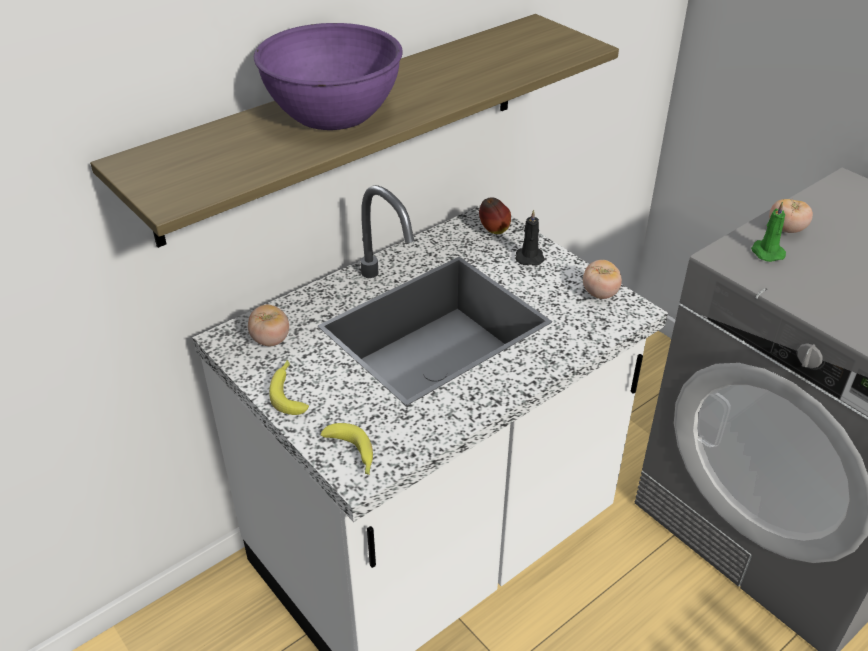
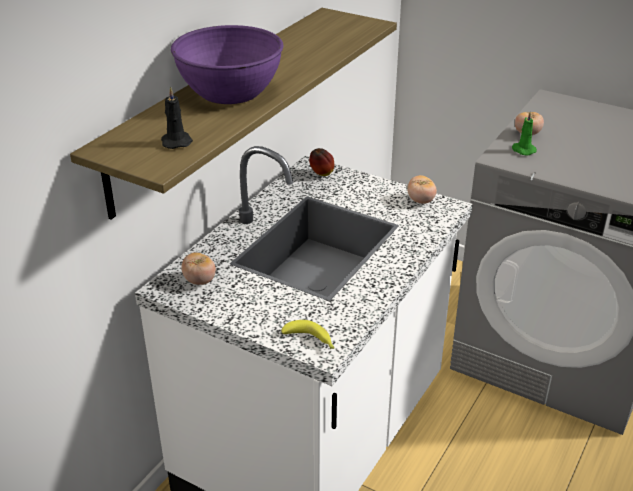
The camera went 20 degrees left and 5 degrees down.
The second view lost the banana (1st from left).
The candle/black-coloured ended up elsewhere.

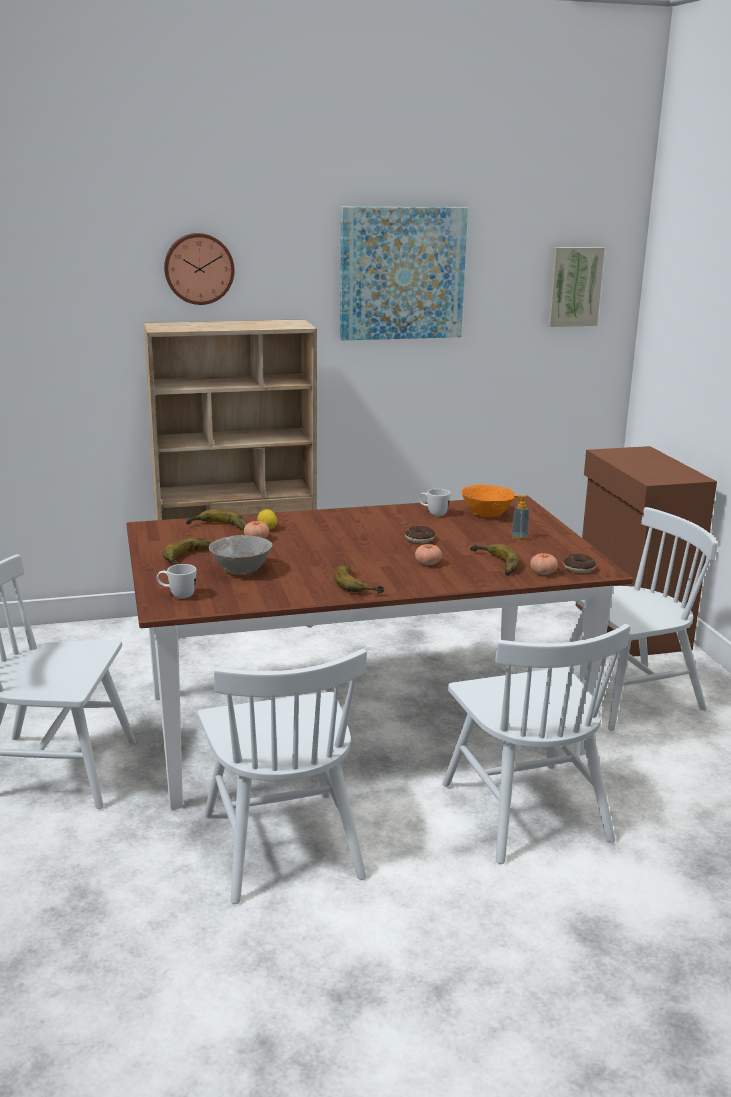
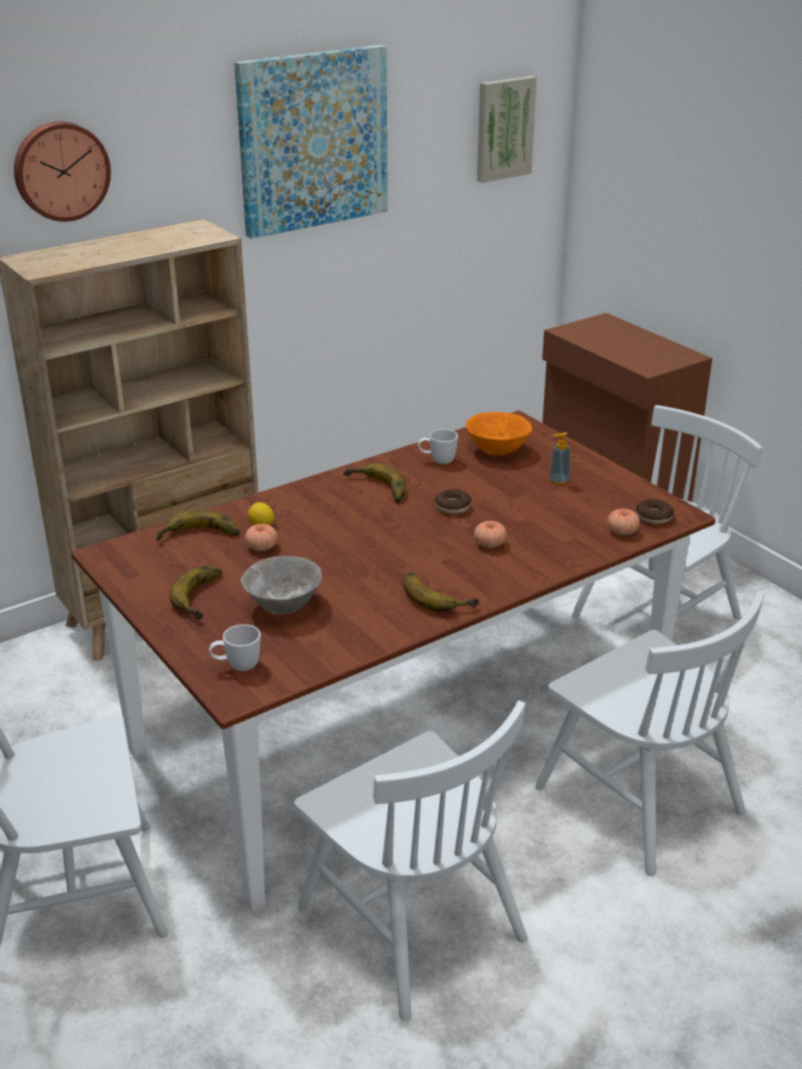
The camera went 20 degrees left and 10 degrees up.
The banana (4th from left in the first image) ended up elsewhere.

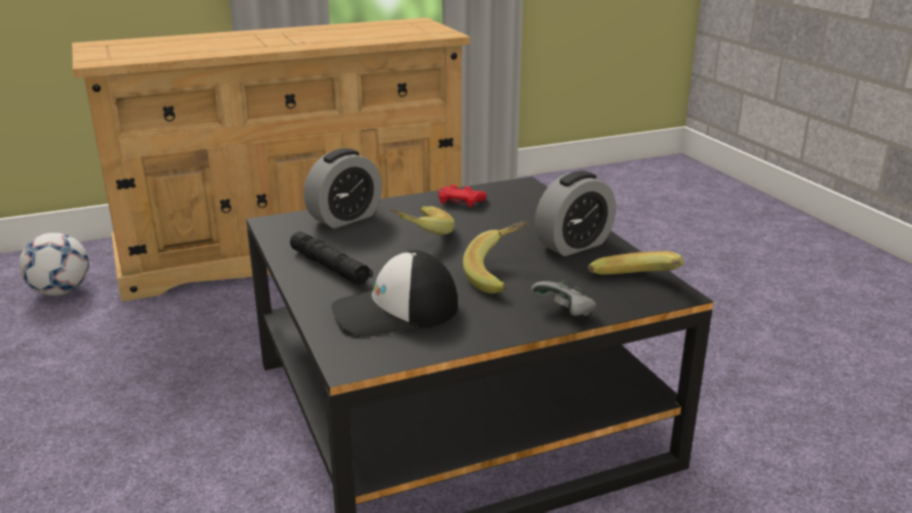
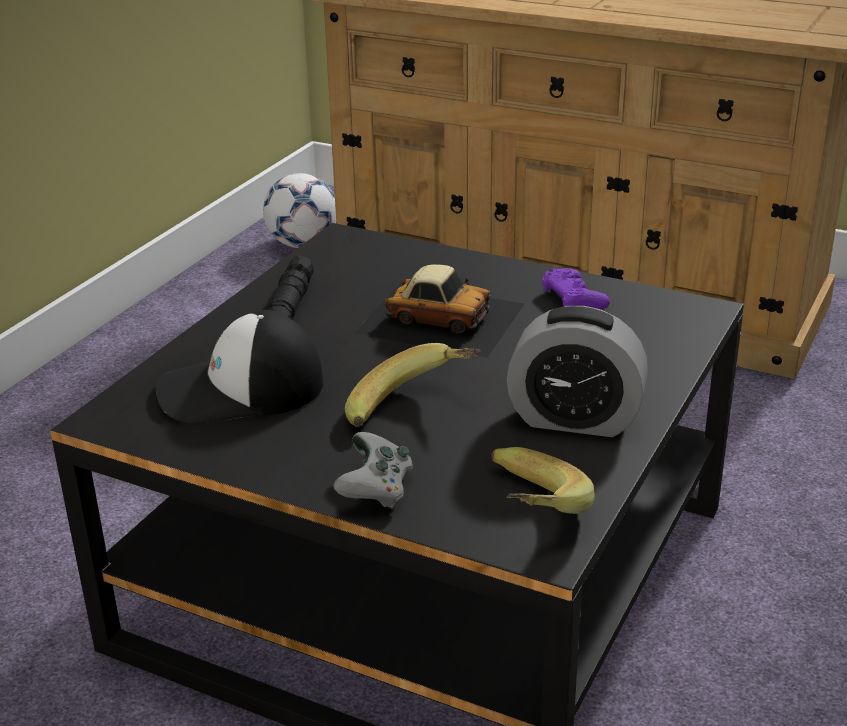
The camera went 50 degrees right and 5 degrees up.
The second view lost the table clock (1st from left).
The peaked cap ended up facing another way, 45 degrees counterclockwise from before.
Where the banana (1st from left) stood, the toy car came to stand.
What was the gamepad/reddish turned into the gamepad/purple.

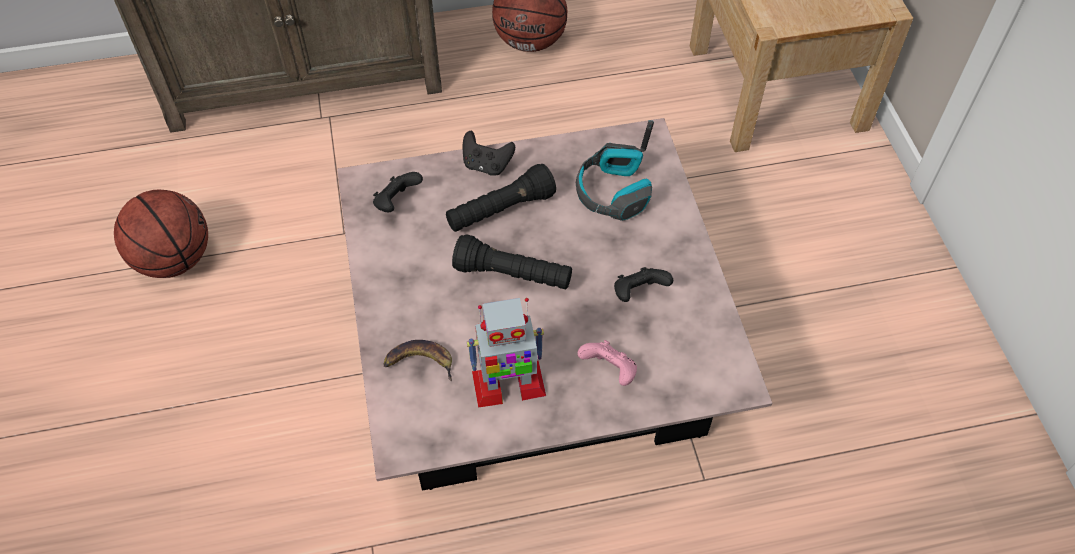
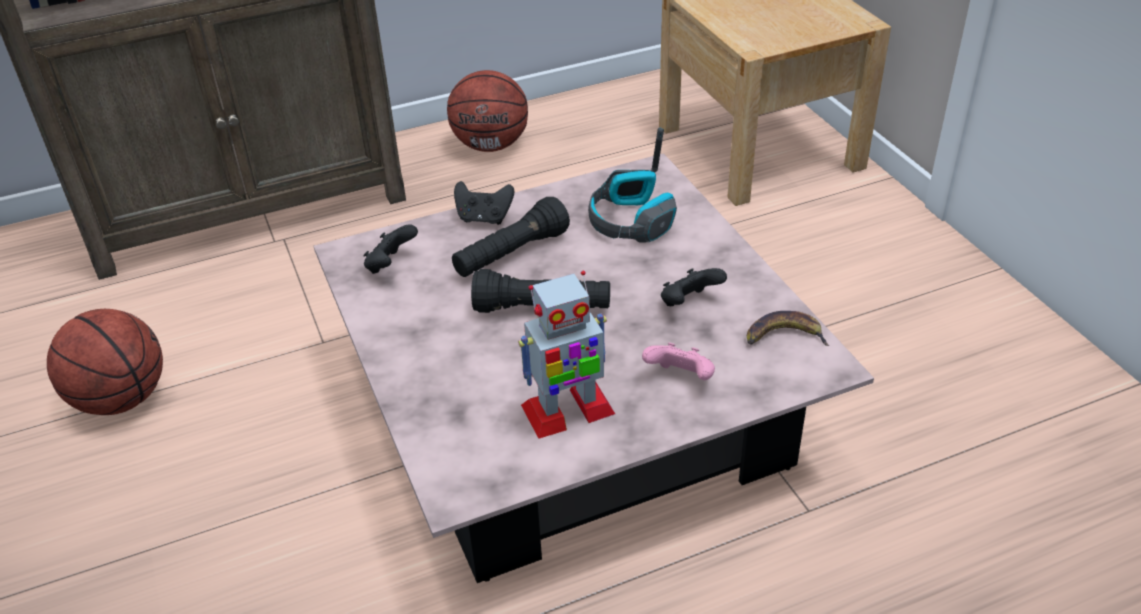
The camera went 10 degrees left and 15 degrees down.
The banana ended up elsewhere.

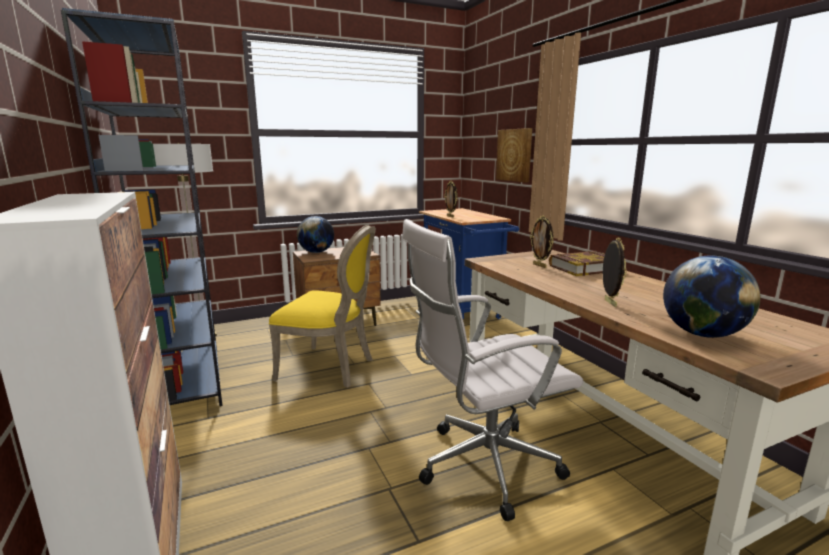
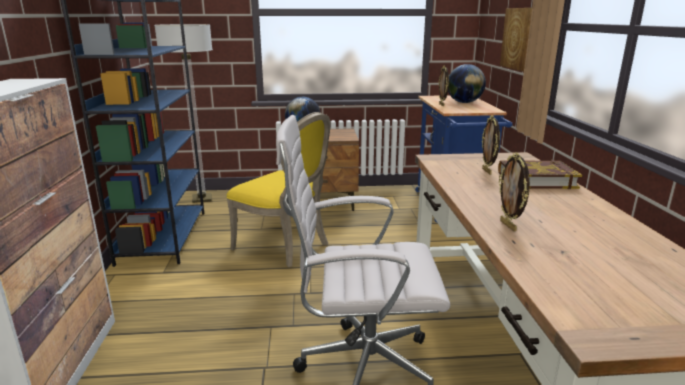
The camera went 20 degrees right and 5 degrees up.
The picture frame (3rd from left) ended up facing another way, 150 degrees clockwise from before.
The world globe (2nd from left) ended up elsewhere.

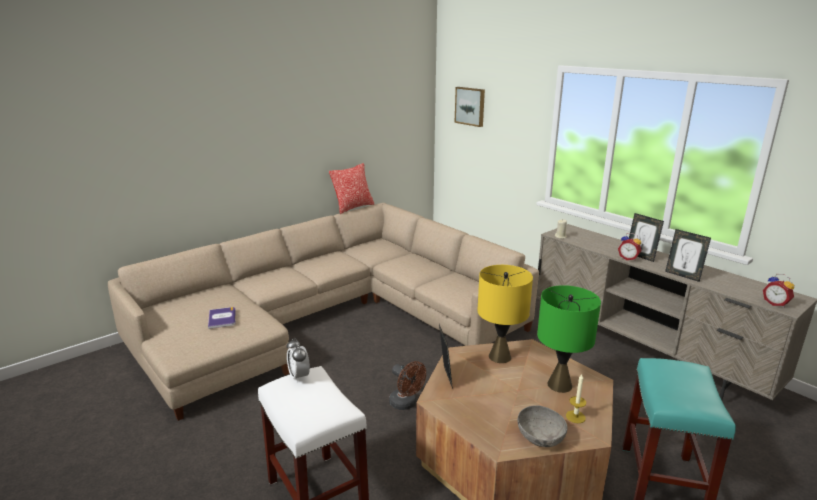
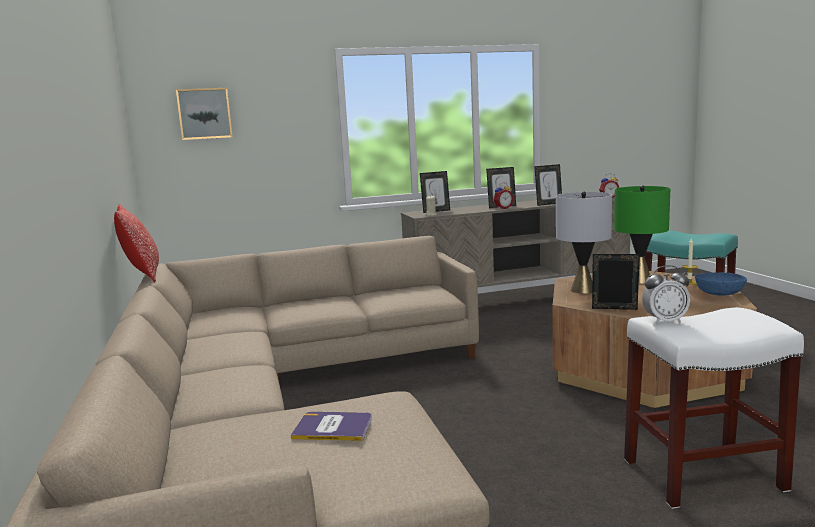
The camera went 65 degrees left and 10 degrees down.
The second view lost the cooling fan/brownish.
What was the tabletop lamp/yellowish turned into the tabletop lamp/greyish.
What was the serving bowl/greyish turned into the serving bowl/blue.
The second view gained the picture frame (1st from left).

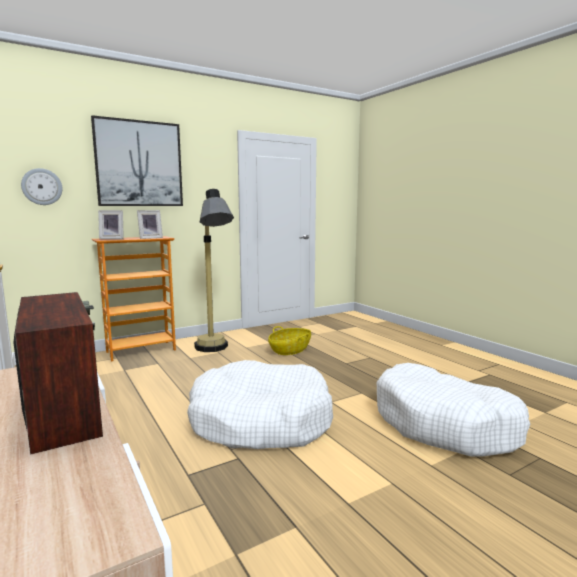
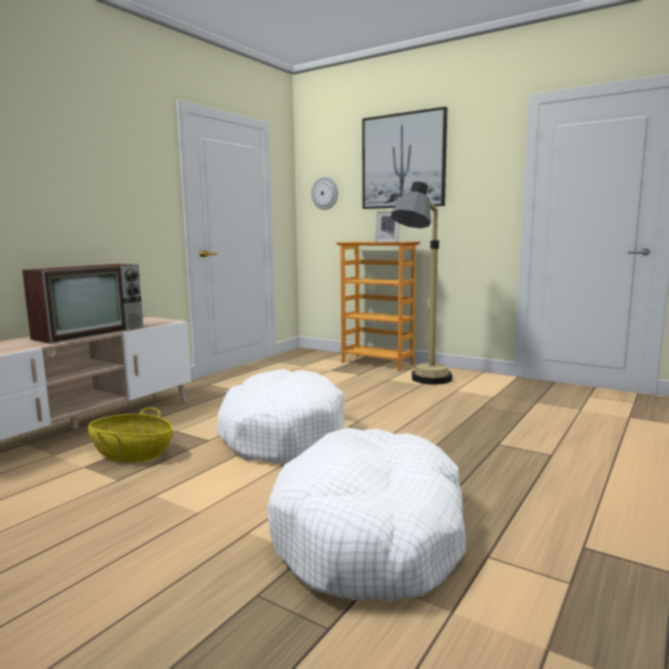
The camera went 65 degrees right and 0 degrees up.
The second view lost the picture frame (1st from left).
The basket ended up elsewhere.

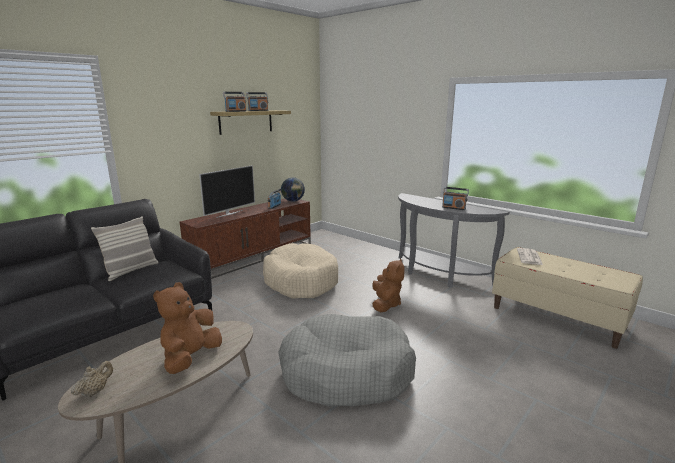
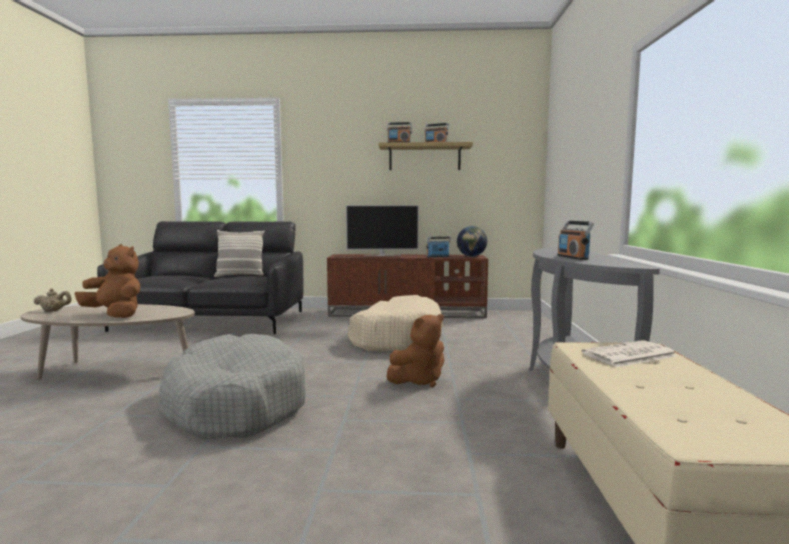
The camera went 50 degrees right and 10 degrees down.
The plush toy/brownish (1st from left) ended up facing another way, 45 degrees clockwise from before.

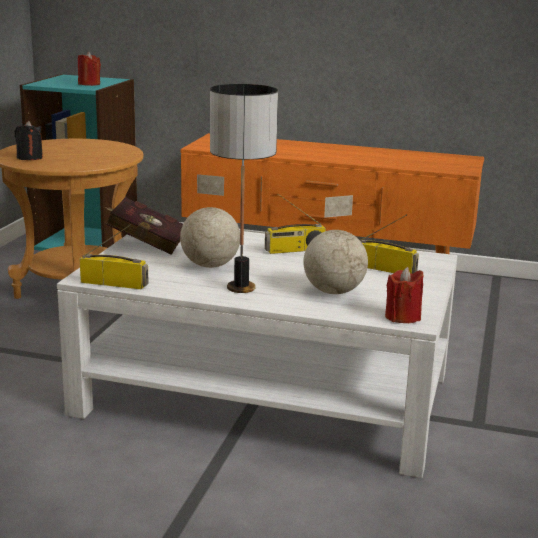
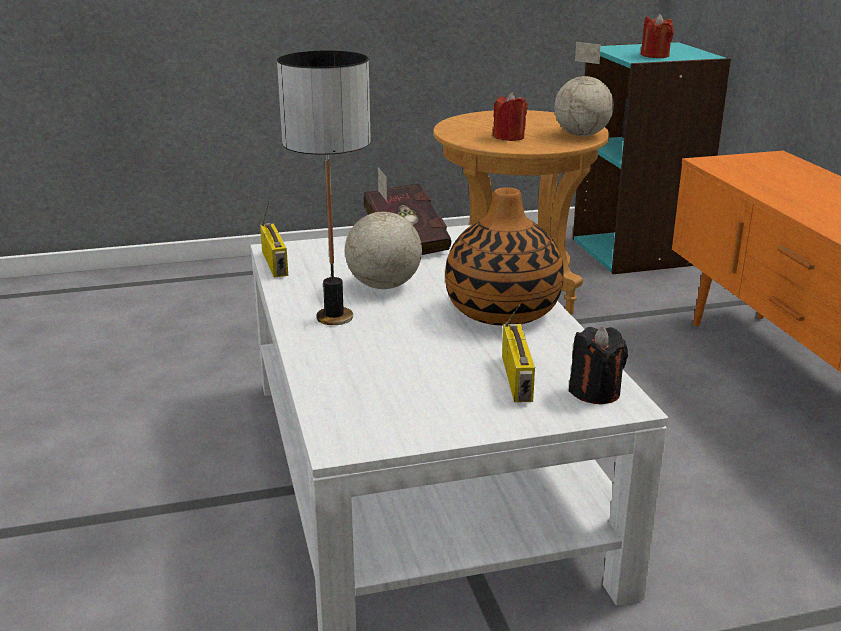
The camera went 60 degrees right and 5 degrees up.
The candle/black-coloured ended up elsewhere.
Where the radio set (2nd from left) stood, the flower vase came to stand.
The world globe (2nd from left) ended up elsewhere.
The candle/reddish (2nd from left in the first image) ended up elsewhere.

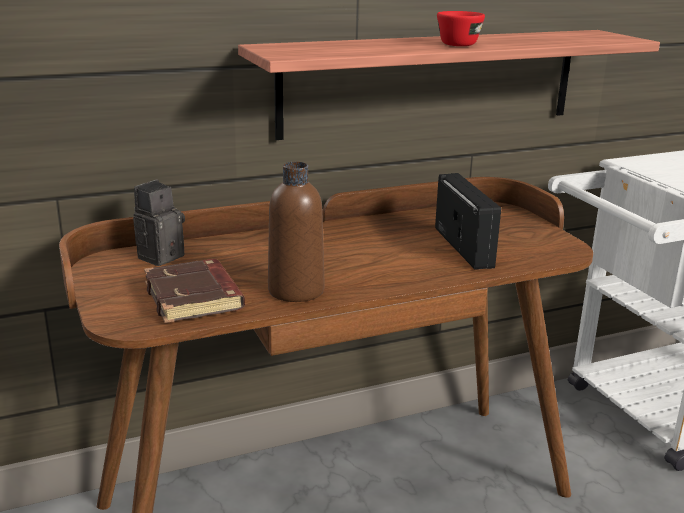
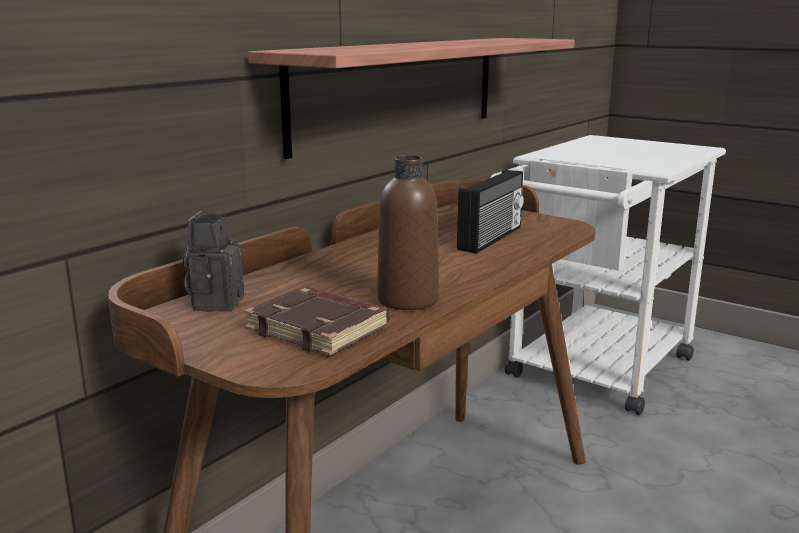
The camera went 30 degrees left and 5 degrees down.
The radio set ended up facing another way, 75 degrees clockwise from before.
The second view lost the cup/reddish.

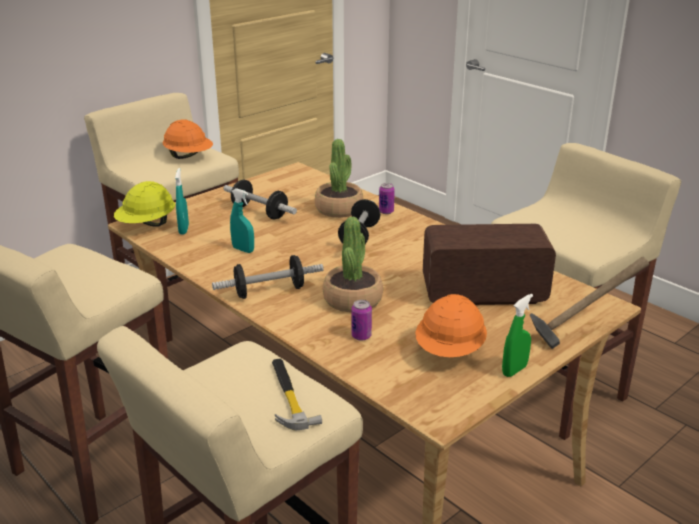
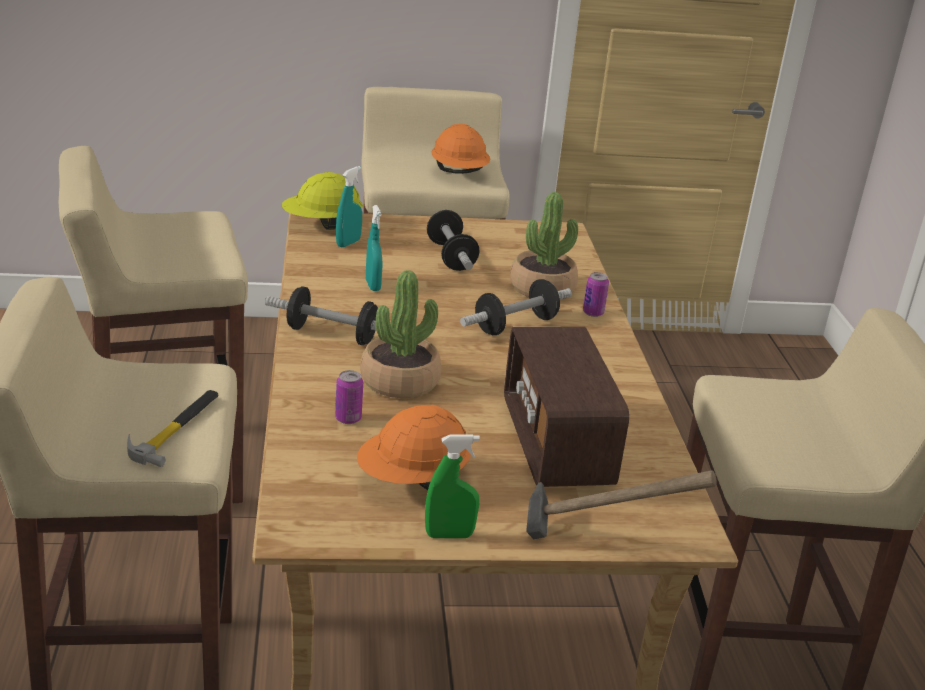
The camera went 35 degrees right and 0 degrees up.
The radio set ended up facing another way, 135 degrees counterclockwise from before.

